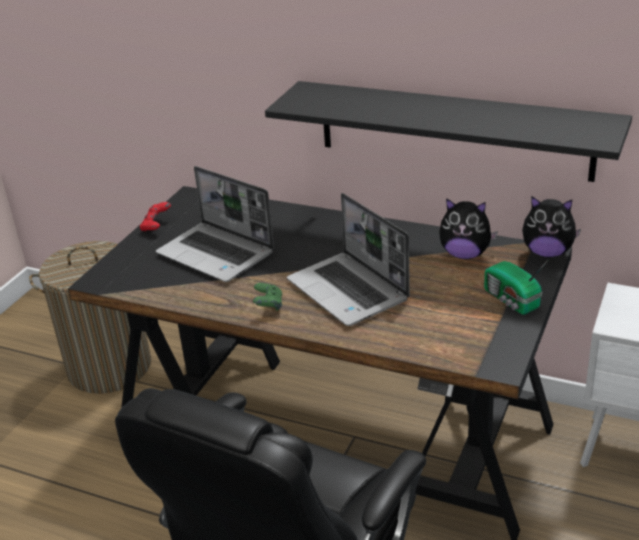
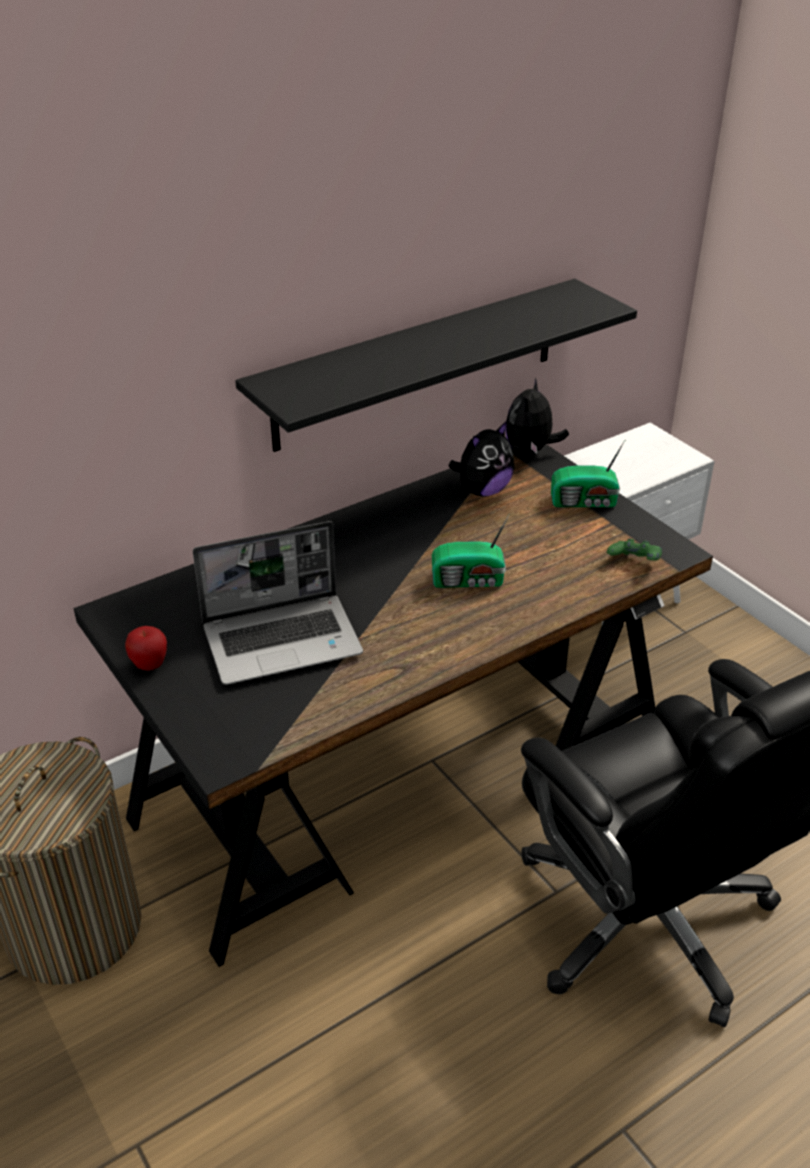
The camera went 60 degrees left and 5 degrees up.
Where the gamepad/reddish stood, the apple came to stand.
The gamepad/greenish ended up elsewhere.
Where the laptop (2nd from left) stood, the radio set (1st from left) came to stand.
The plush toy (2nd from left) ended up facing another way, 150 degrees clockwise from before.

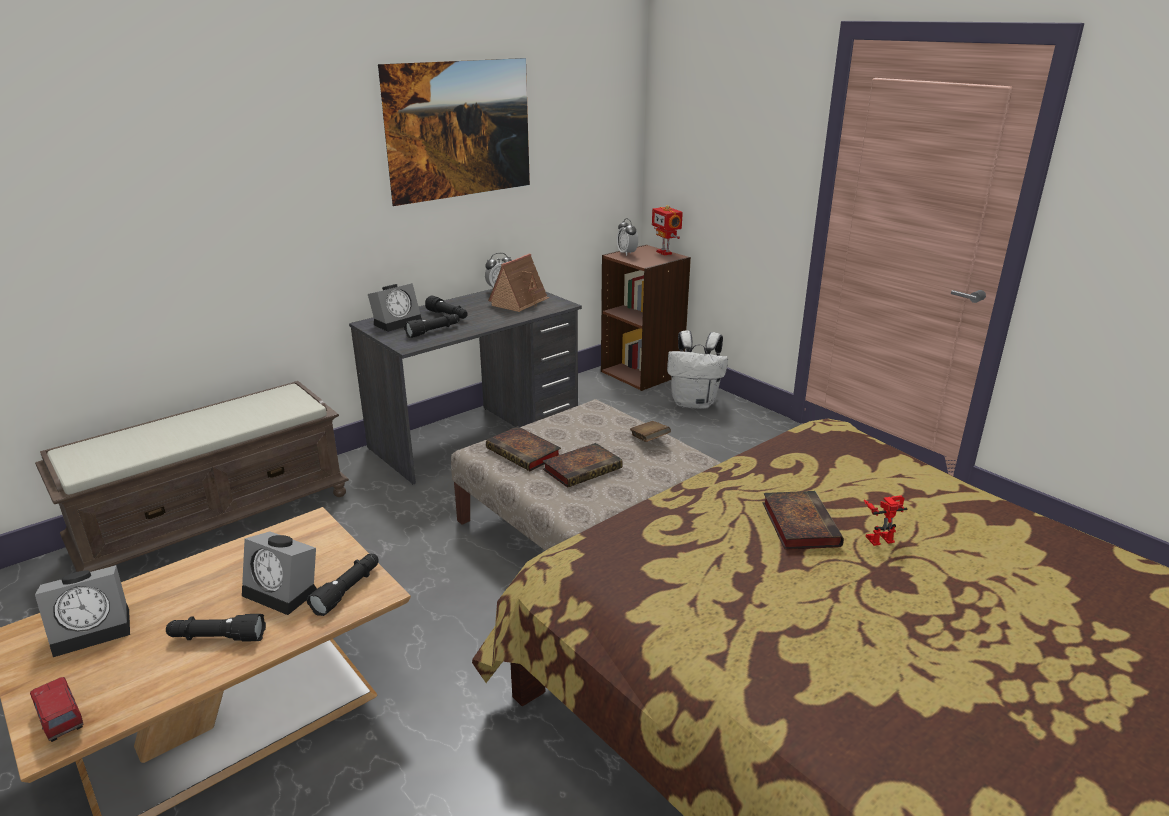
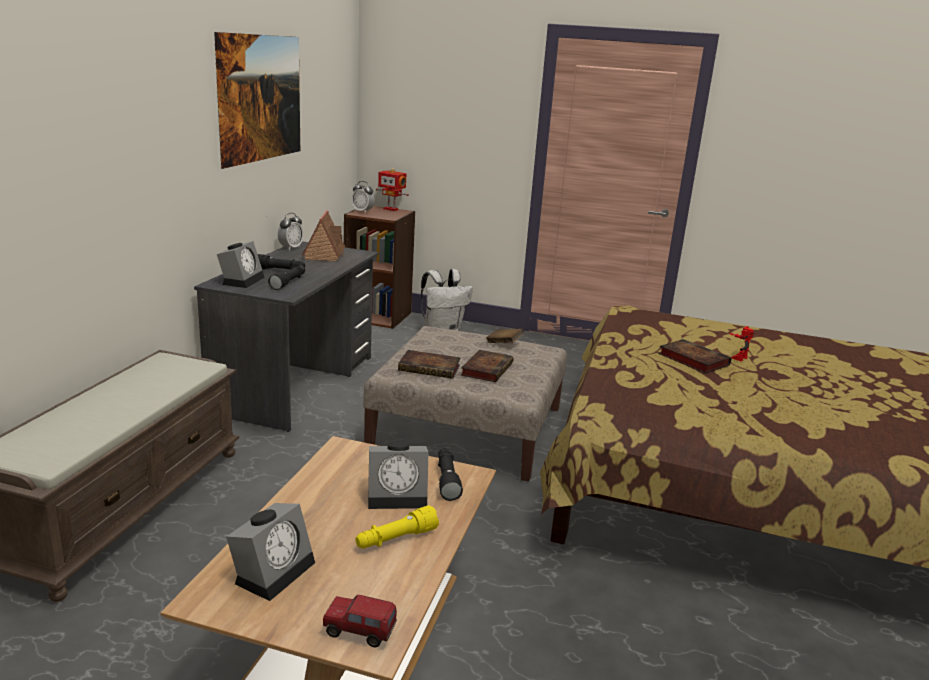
The camera went 35 degrees left and 5 degrees down.
What was the flashlight/black-coloured (1st from left) turned into the flashlight/yellowish.

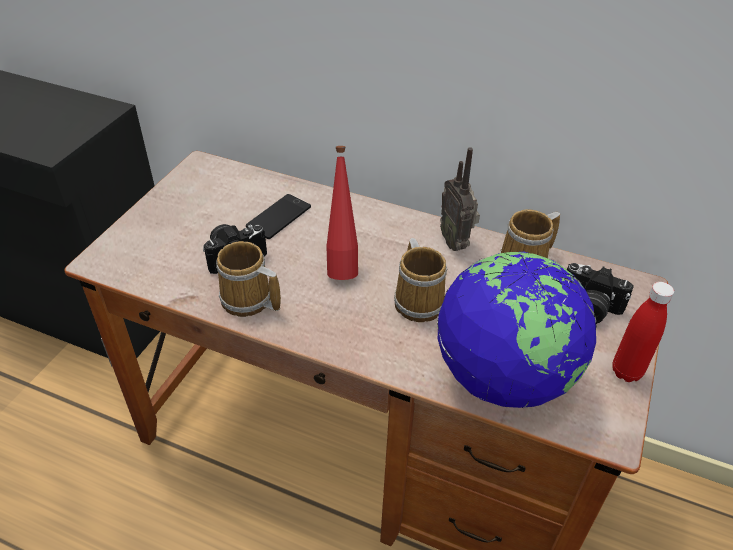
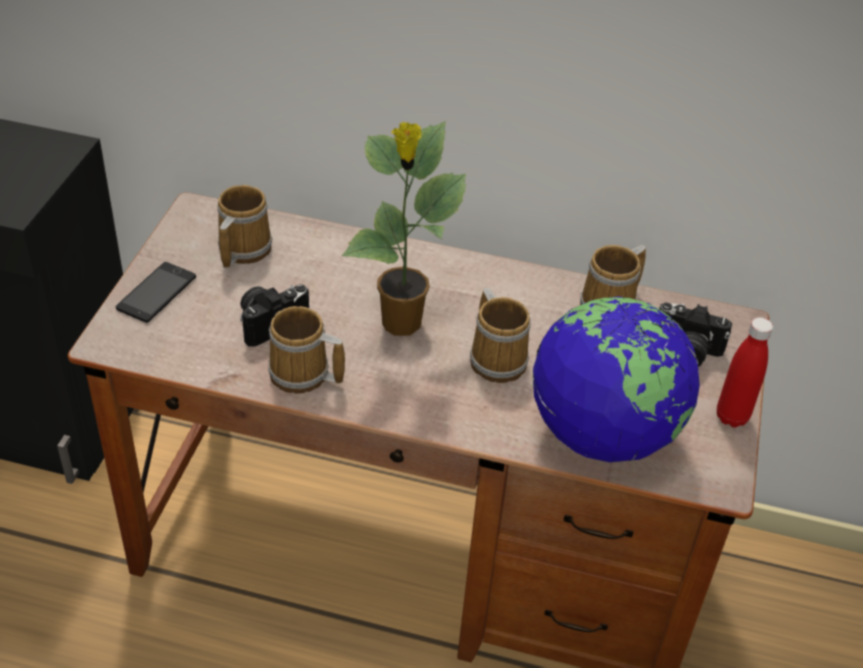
The camera went 10 degrees left and 0 degrees up.
The phone ended up elsewhere.
Where the beverage bottle/reddish (1st from left) stood, the potted plant came to stand.
The second view lost the radio set.
The second view gained the coffee mug (1st from left).

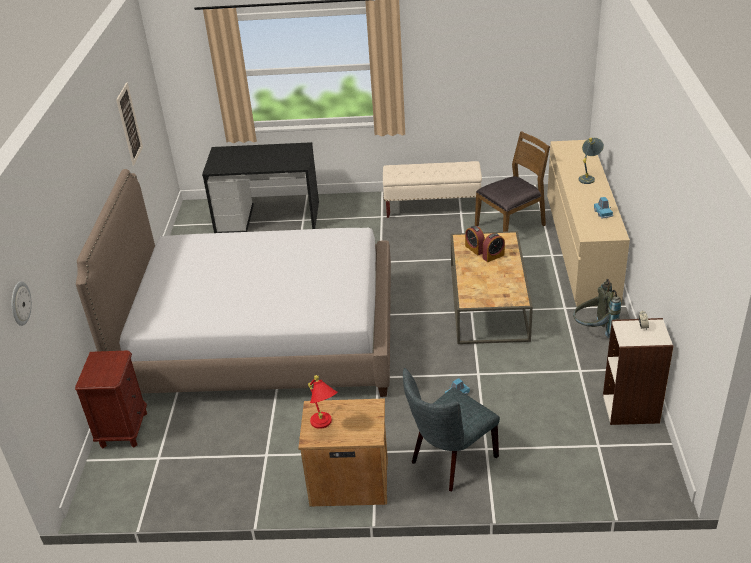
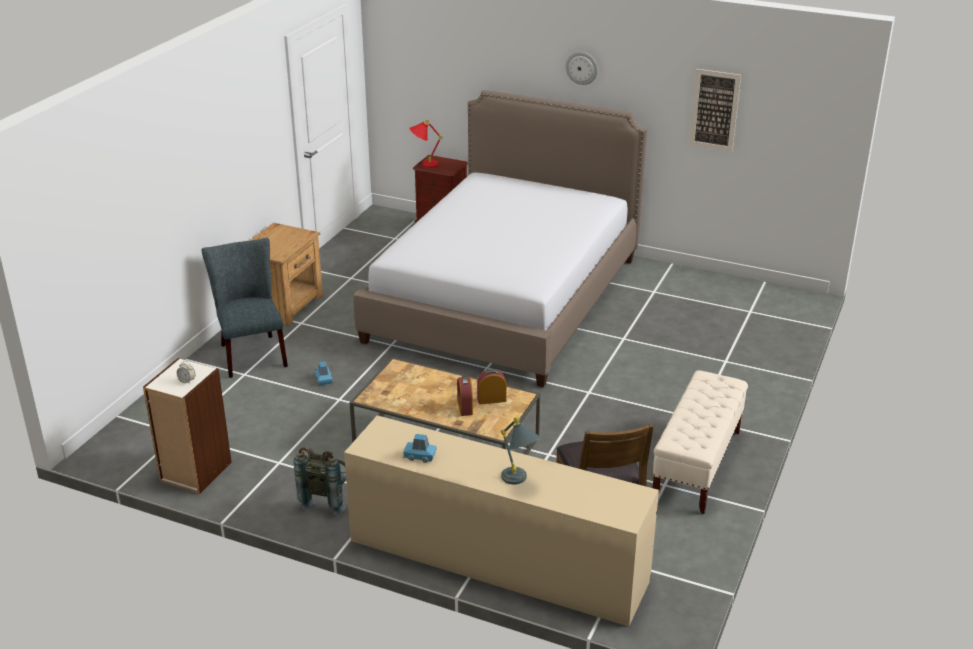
The camera went 110 degrees right and 5 degrees down.
The wall clock ended up elsewhere.
The second view lost the desk unit/black-coloured.
The tabletop lamp/reddish ended up elsewhere.

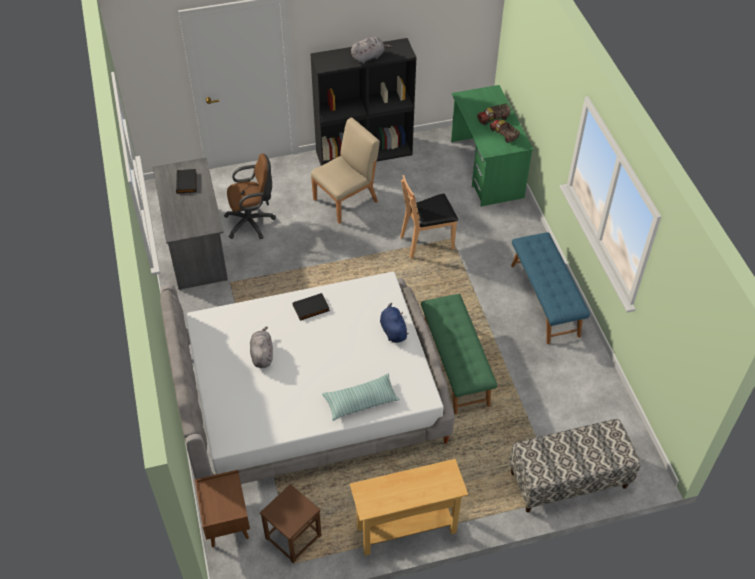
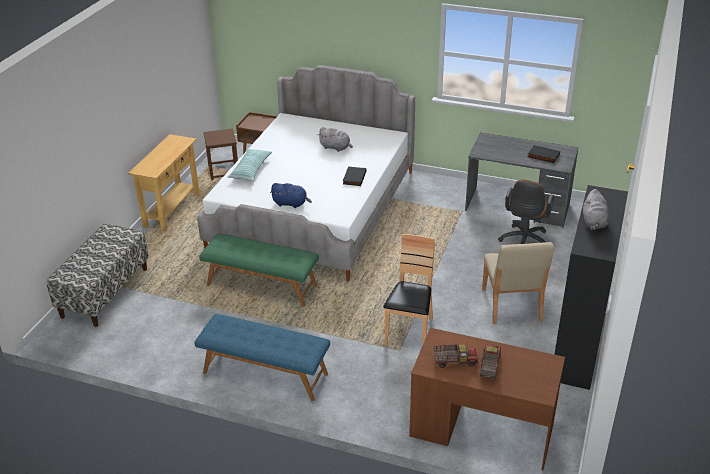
The camera went 125 degrees right and 15 degrees down.
What was the desk unit/greenish turned into the desk unit/brownish.

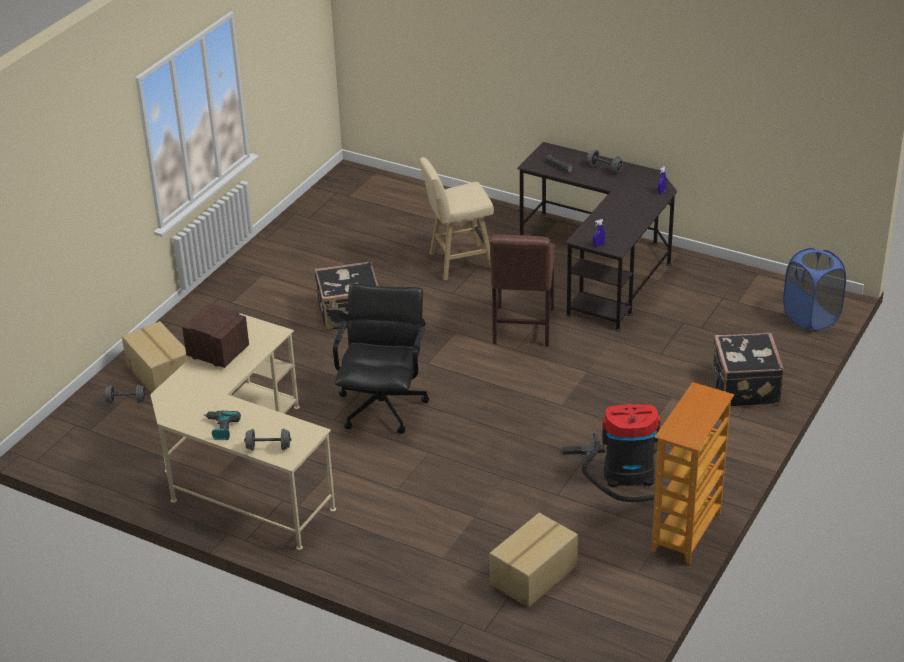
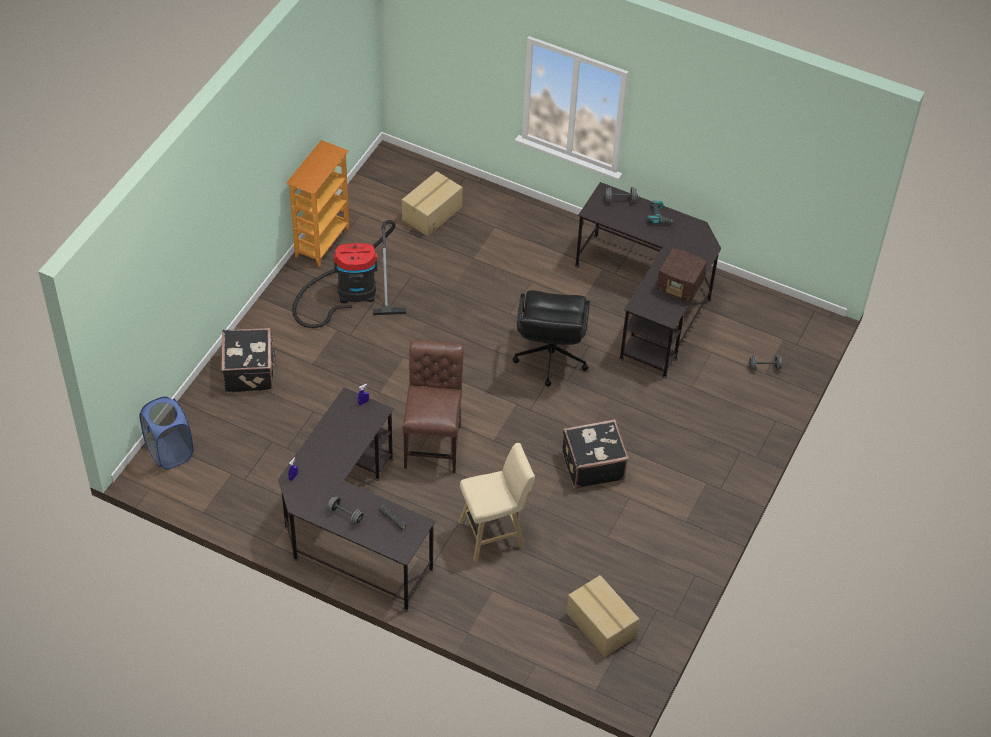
The camera went 175 degrees right and 15 degrees up.
The cardboard box (1st from left in the first image) ended up elsewhere.
What was the desk unit/beige turned into the desk unit/black-coloured (2nd from left).

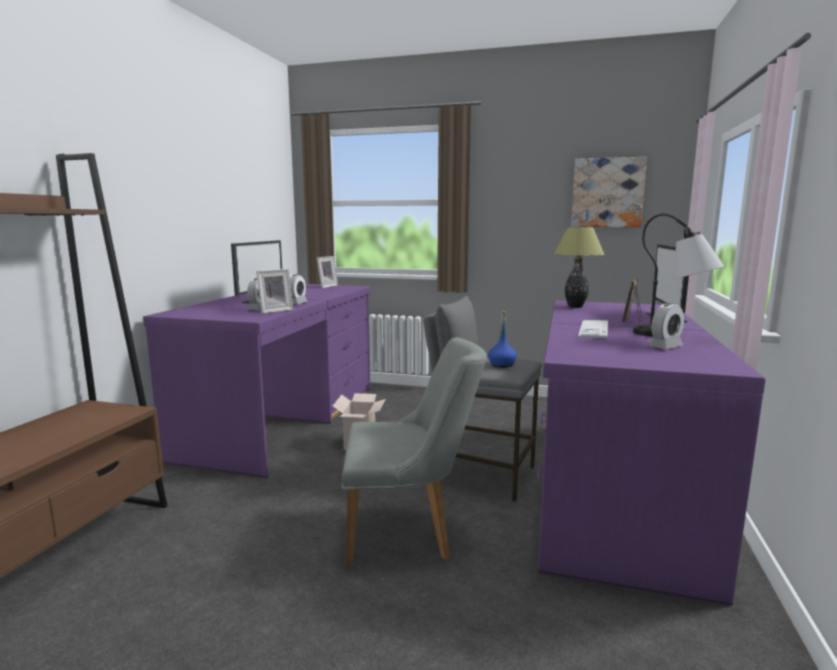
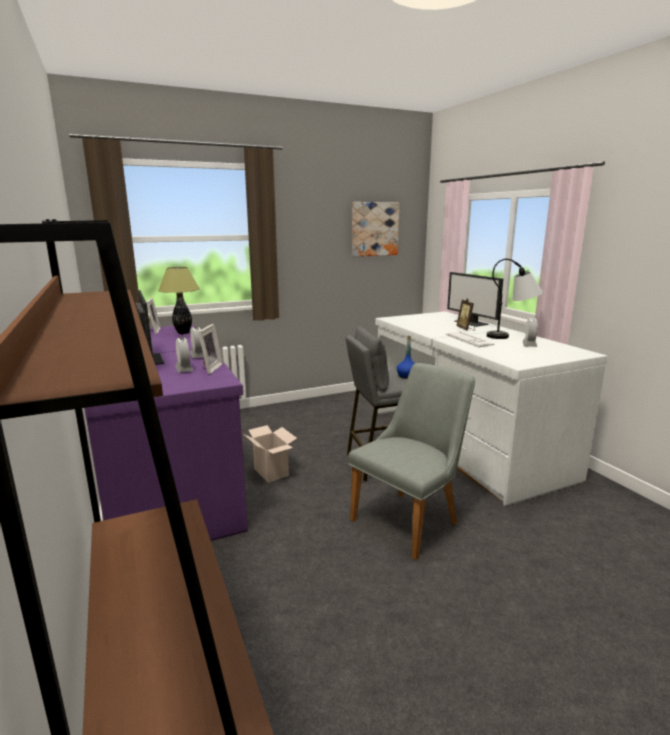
The camera went 40 degrees left and 5 degrees up.
What was the desk unit/purple (2nd from left) turned into the desk unit/whitish.
The tabletop lamp (1st from left) ended up elsewhere.

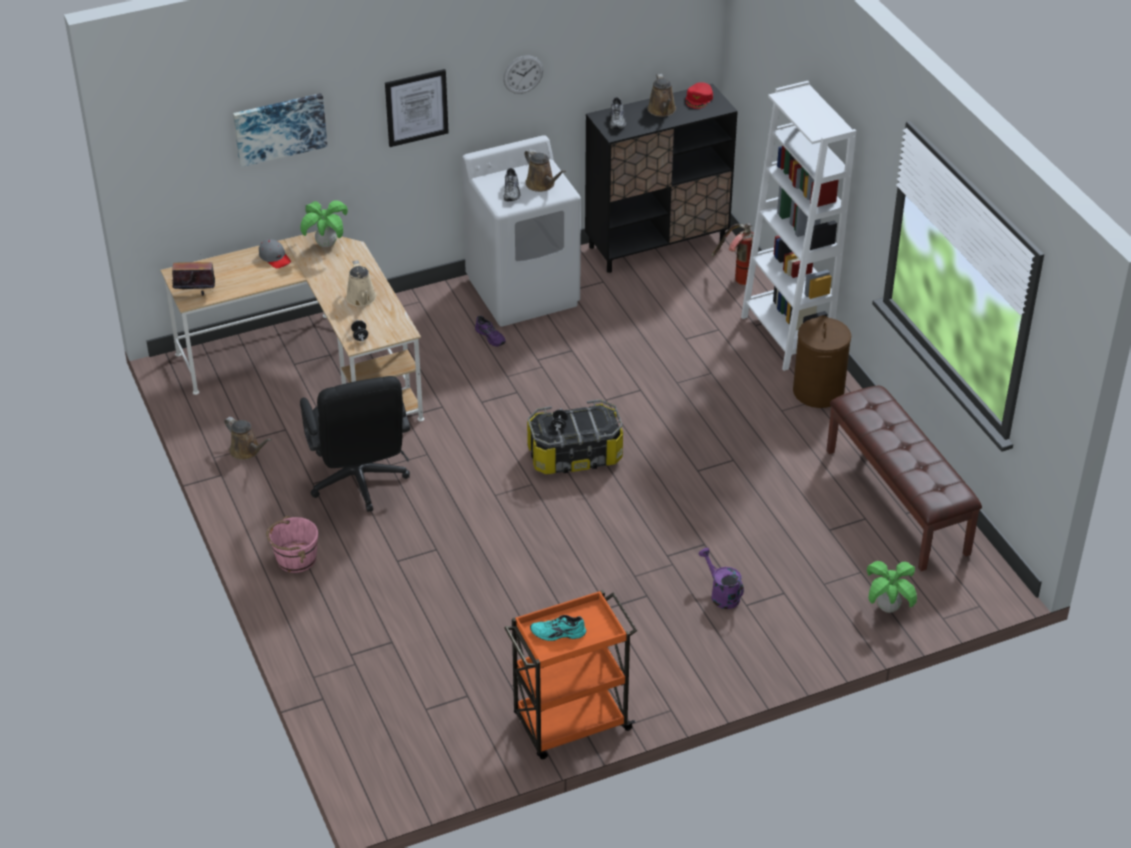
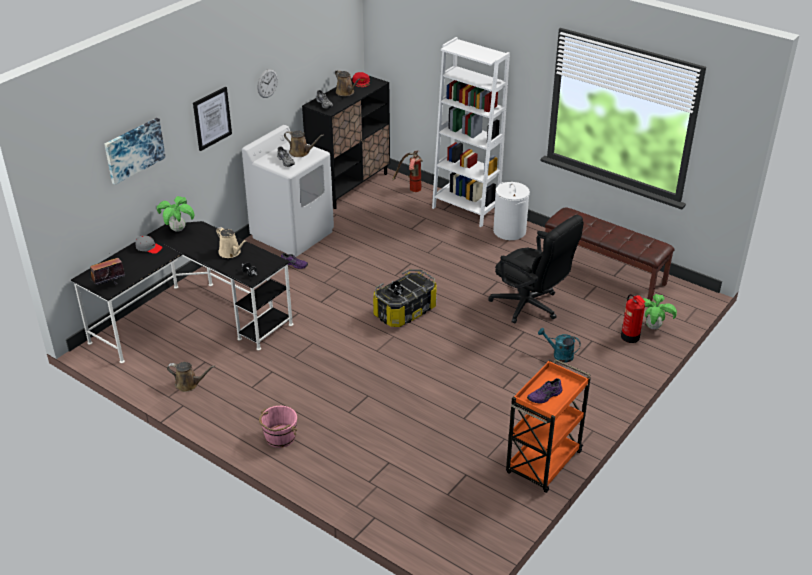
The camera went 30 degrees left and 5 degrees down.
What was the desk unit/beige turned into the desk unit/black-coloured.
The computer chair/black-coloured ended up elsewhere.
What was the shoe/blue-green turned into the shoe/purple (2nd from left).
What was the watering pot/purple turned into the watering pot/blue-green.
What was the hamper/brownish turned into the hamper/whitish.
The second view gained the fire extinguisher (2nd from left).

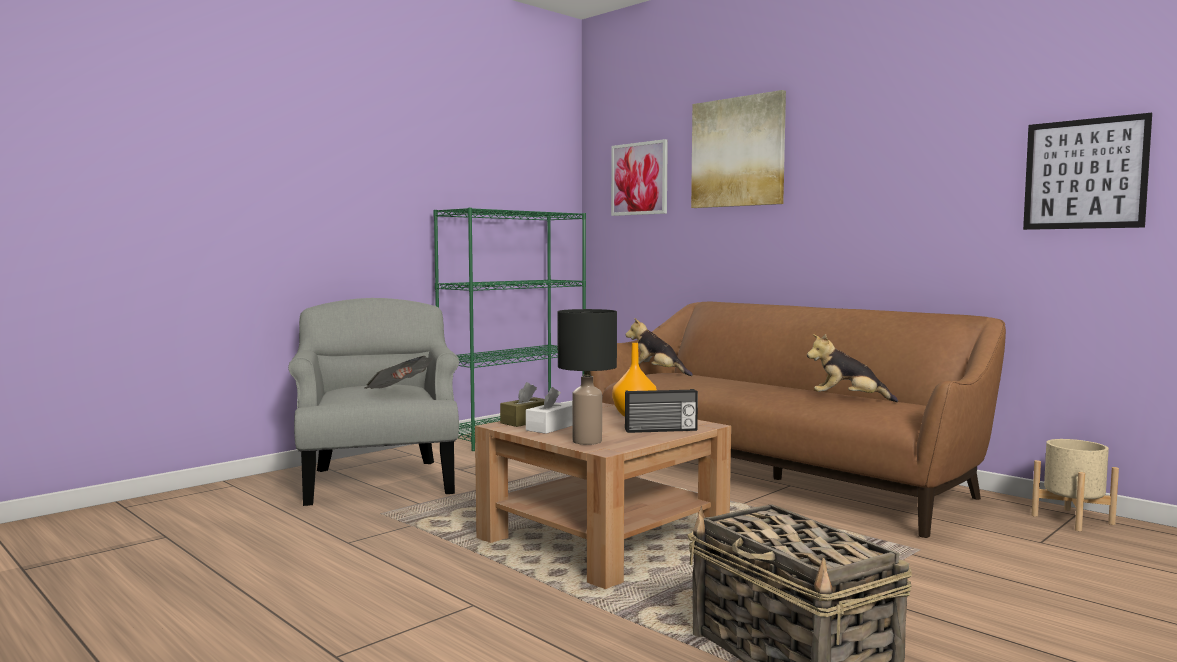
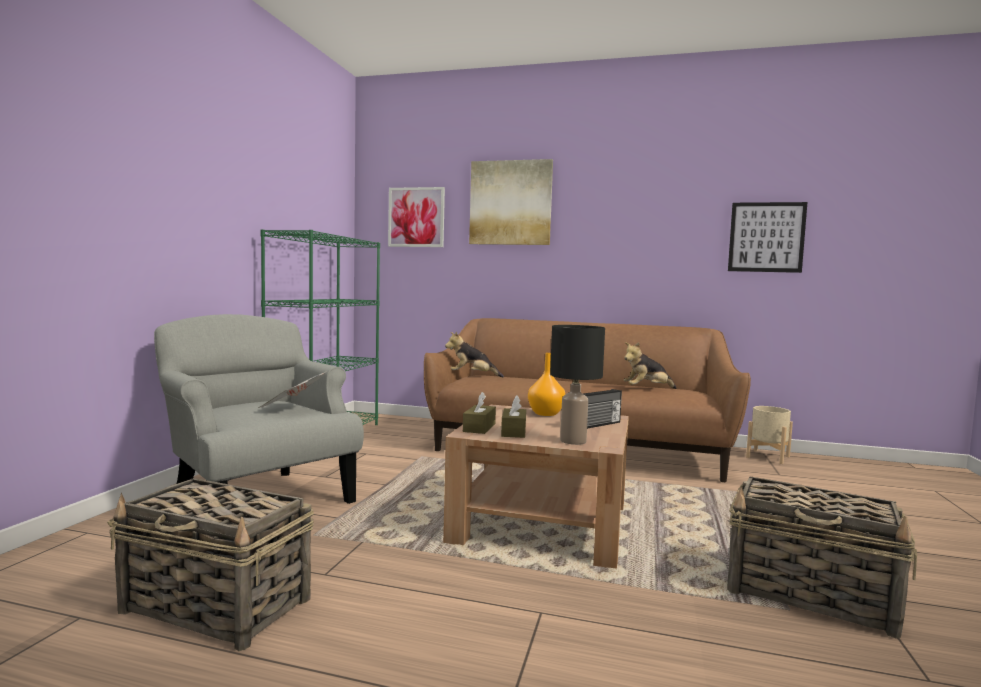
The camera went 30 degrees left and 0 degrees up.
What was the box of tissues/whitish turned into the box of tissues/brownish (2nd from left).
The second view gained the basket (1st from left).

